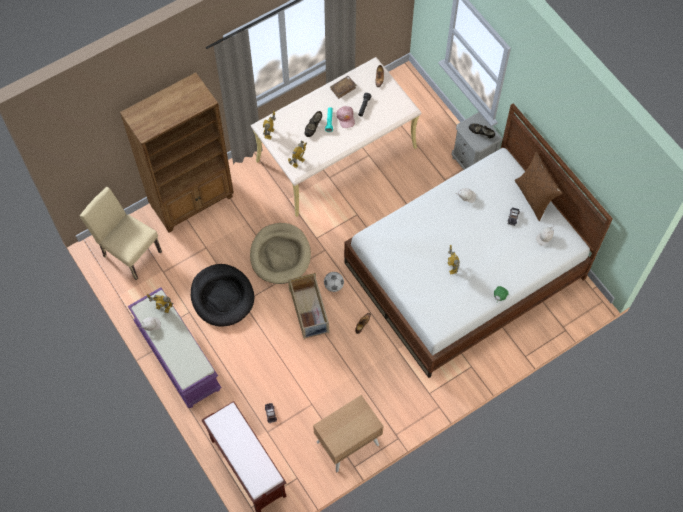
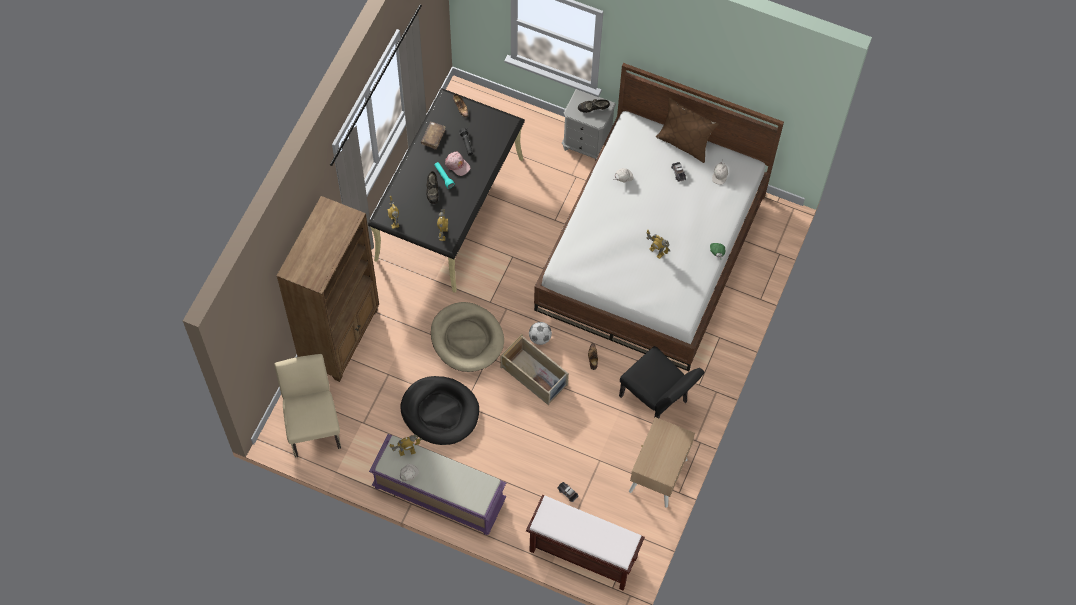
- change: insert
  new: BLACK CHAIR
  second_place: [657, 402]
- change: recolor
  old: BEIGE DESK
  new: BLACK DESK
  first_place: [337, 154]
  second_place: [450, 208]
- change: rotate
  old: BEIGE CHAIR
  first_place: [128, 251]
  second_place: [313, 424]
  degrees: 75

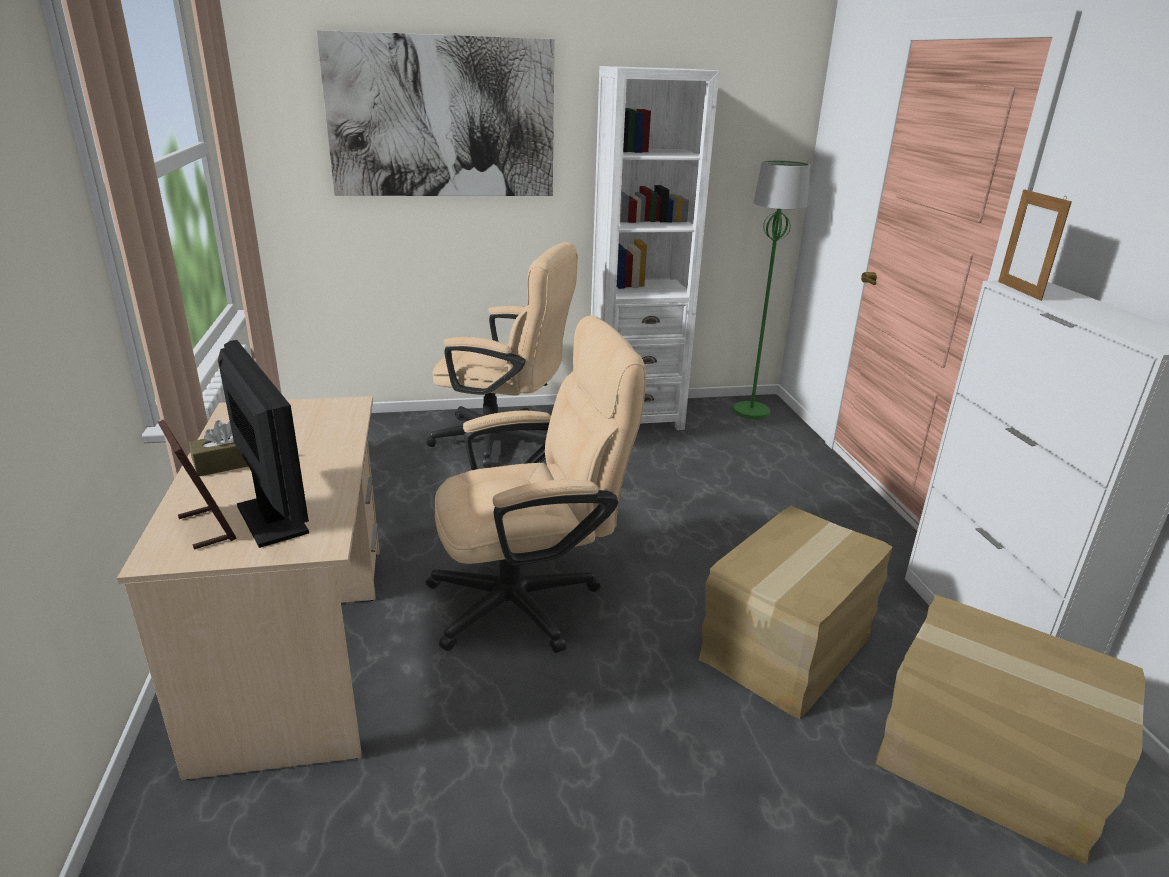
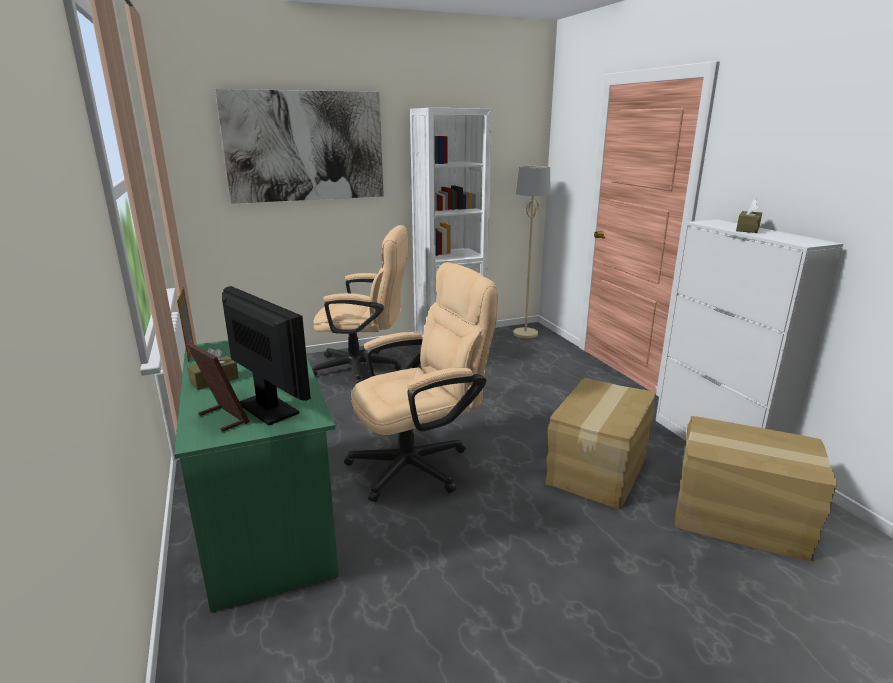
- change: insert
  new: BROWN TISSUE BOX
  second_place: [747, 229]
- change: move
  old: PICTURE FRAME
  first_place: [1019, 290]
  second_place: [191, 353]
- change: recolor
  old: BEIGE DESK
  new: GREEN DESK
  first_place: [300, 645]
  second_place: [266, 514]
- change: recolor
  old: GREEN FLOOR LAMP
  new: BEIGE FLOOR LAMP
  first_place: [751, 411]
  second_place: [525, 333]

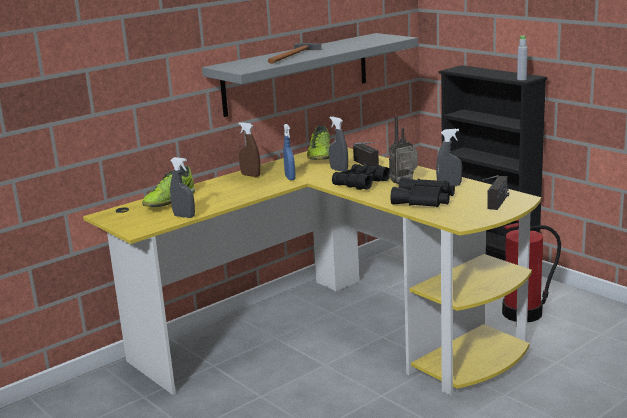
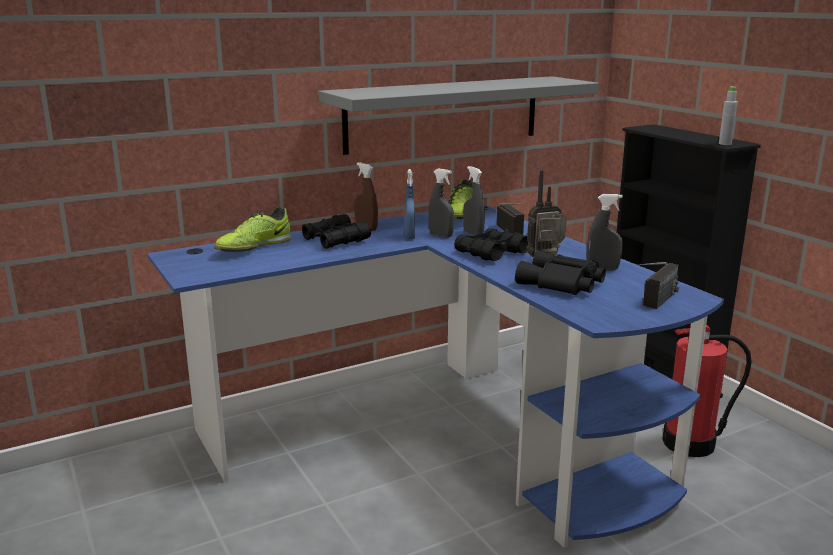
- change: delete
  old: HAMMER
  first_place: [293, 55]
- change: insert
  new: BLACK BINOCULARS
  second_place: [336, 240]
- change: move
  old: GREY SPRAY BOTTLE
  first_place: [184, 216]
  second_place: [441, 235]
- change: recolor
  old: YELLOW DESK
  new: BLUE DESK
  first_place: [331, 335]
  second_place: [441, 434]

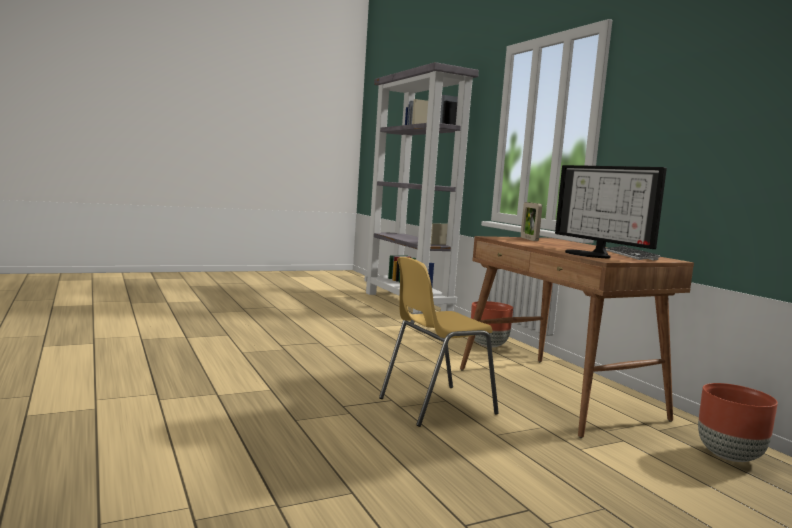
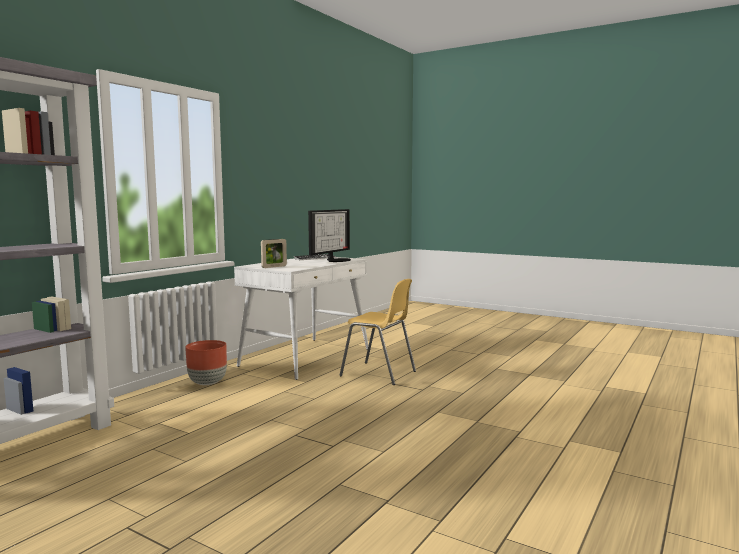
- change: delete
  old: BROWN PLANTER
  first_place: [728, 456]
- change: recolor
  old: BROWN DESK
  new: WHITE DESK
  first_place: [558, 393]
  second_place: [306, 357]

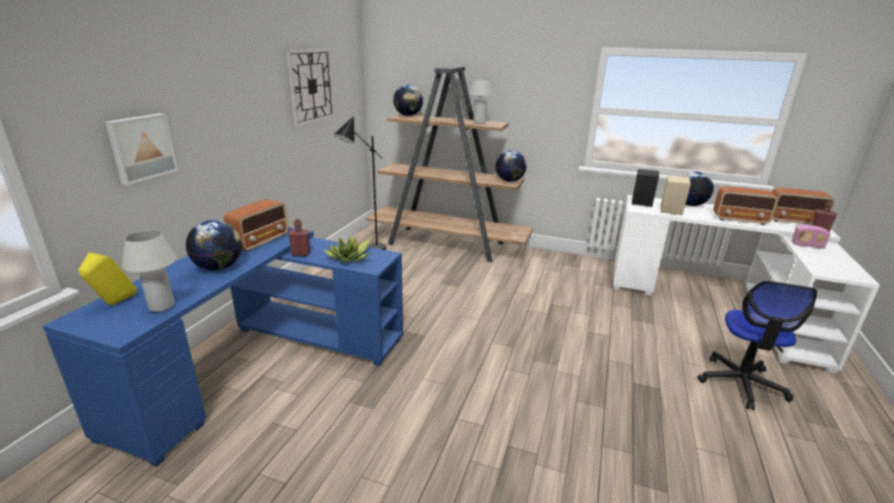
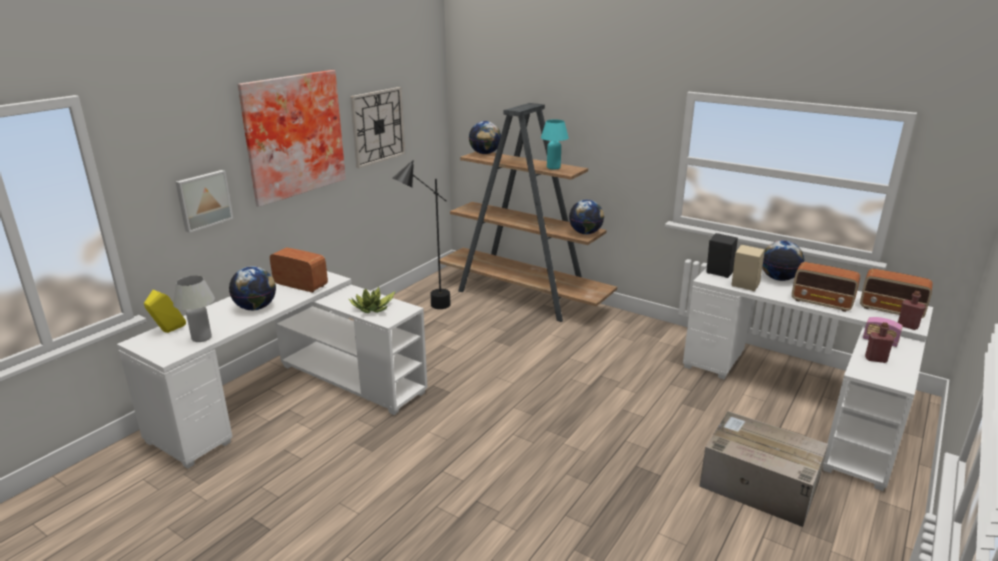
- change: insert
  new: PICTURE
  second_place: [292, 135]
- change: move
  old: RED BOTTLE
  first_place: [301, 254]
  second_place: [875, 359]
- change: replace
  old: OFFICE CHAIR
  new: CARDBOARD BOX
  first_place: [741, 383]
  second_place: [757, 484]
- change: recolor
  old: BLUE DESK
  new: WHITE DESK
  first_place: [262, 362]
  second_place: [292, 397]
- change: recolor
  old: WHITE TABLE LAMP
  new: TURQUOISE TABLE LAMP
  first_place: [479, 123]
  second_place: [553, 167]
- change: rotate
  old: RADIO
  first_place: [260, 241]
  second_place: [300, 285]
  degrees: -105

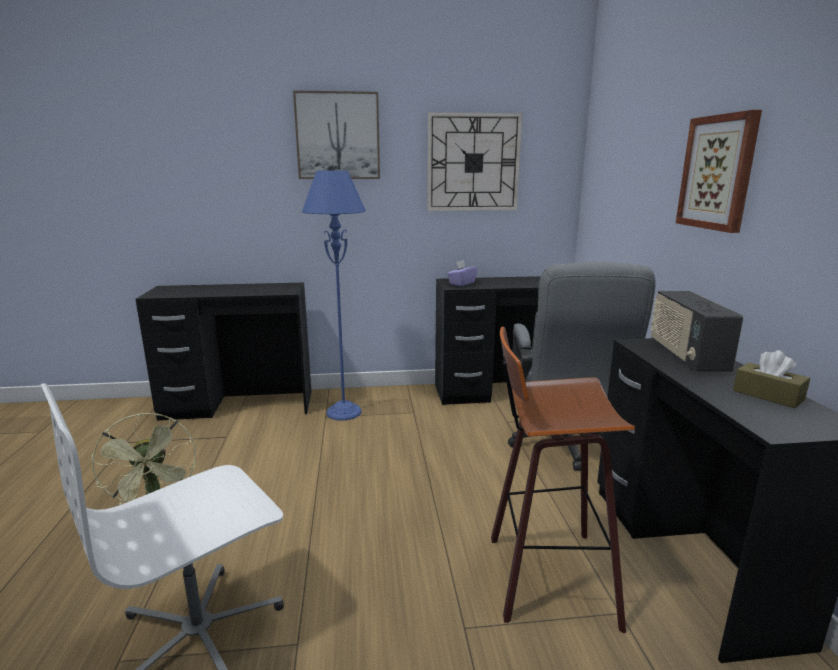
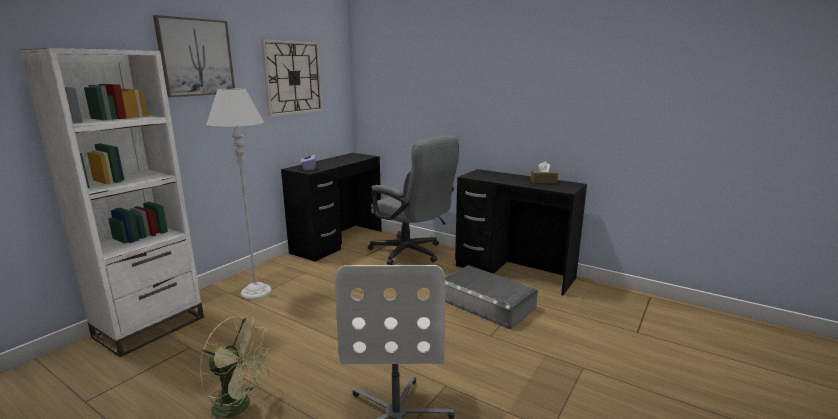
- change: delete
  old: RADIO
  first_place: [686, 357]
- change: delete
  old: PICTURE
  first_place: [718, 172]
- change: replace
  old: BLACK DESK
  new: WHITE BOOKCASE
  first_place: [239, 405]
  second_place: [150, 327]
- change: replace
  old: STOOL
  new: GREY STORAGE BOX
  first_place: [545, 577]
  second_place: [486, 304]
- change: recolor
  old: BLUE FLOOR LAMP
  new: GREY FLOOR LAMP
  first_place: [344, 412]
  second_place: [256, 292]

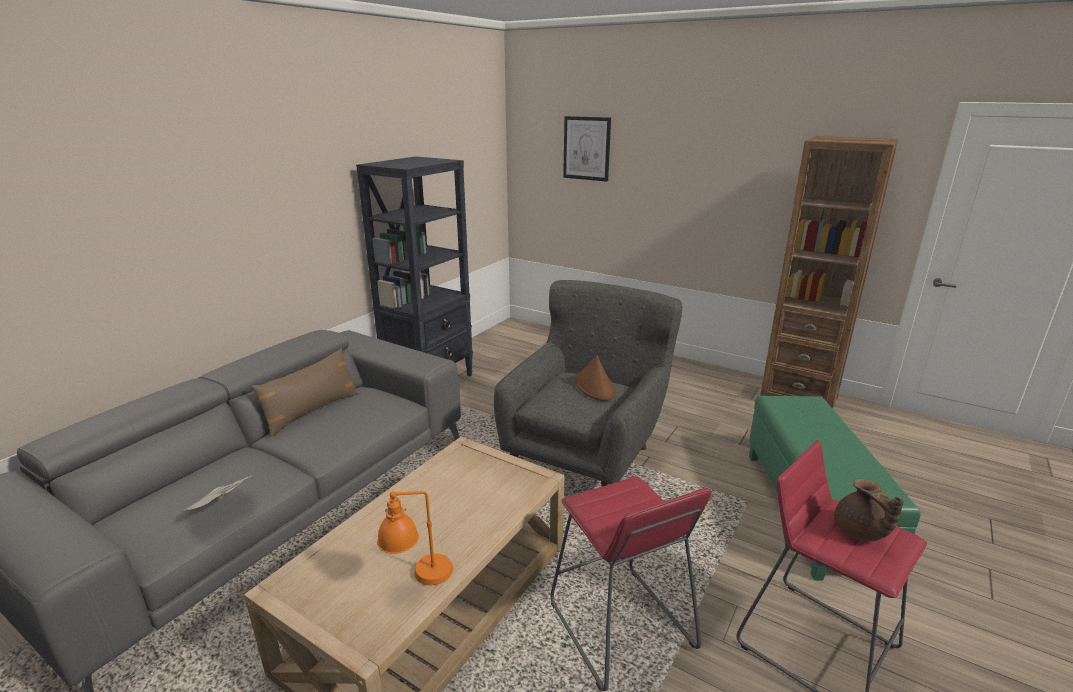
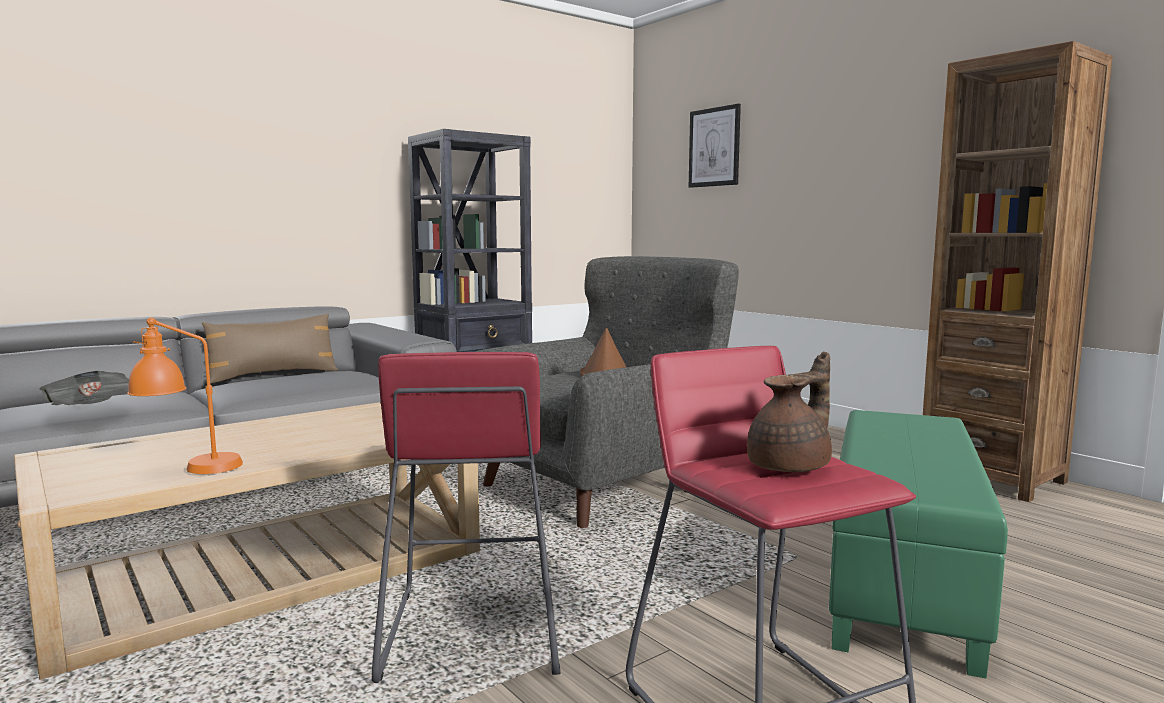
- change: rotate
  old: BROWN TEAPOT
  first_place: [859, 532]
  second_place: [791, 466]
  degrees: -135

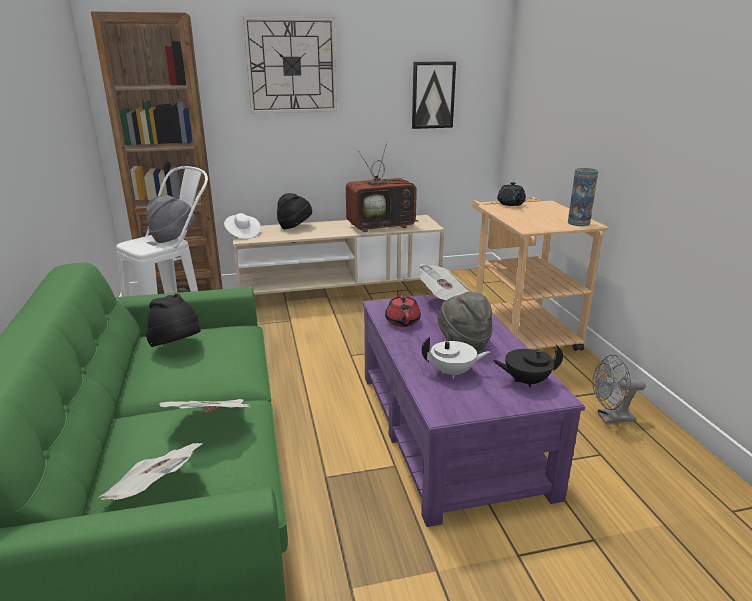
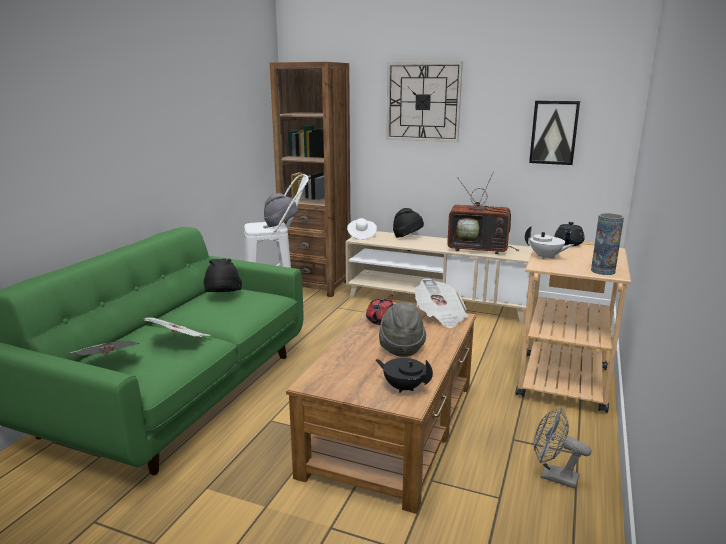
- change: move
  old: WHITE TEAPOT
  first_place: [453, 372]
  second_place: [546, 257]
- change: recolor
  old: PURPLE COFFEE TABLE
  new: BROWN COFFEE TABLE
  first_place: [450, 429]
  second_place: [394, 426]

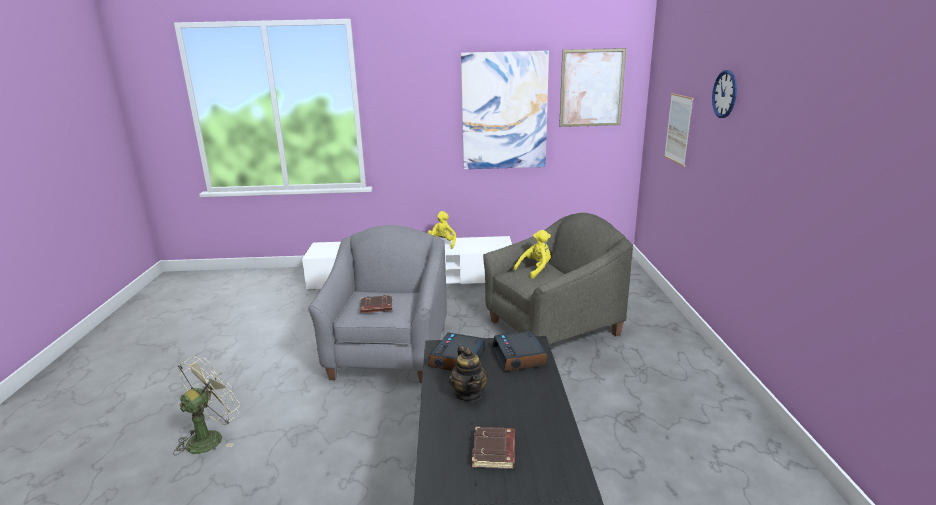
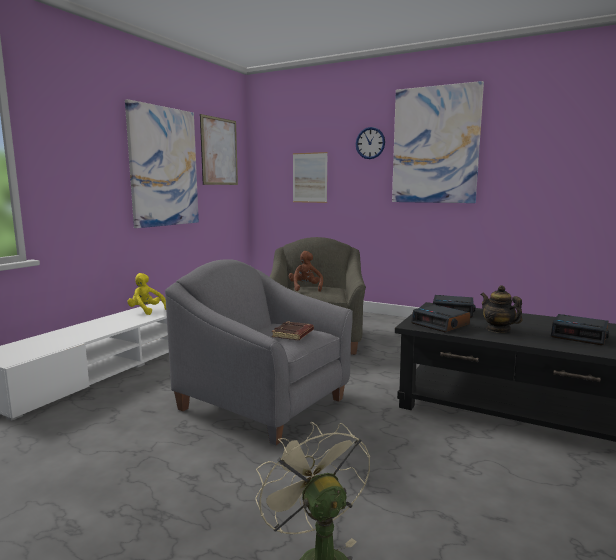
- change: insert
  new: PICTURE
  second_place: [435, 145]
- change: replace
  old: BROWN BOOK
  new: ALARM CLOCK
  first_place: [494, 452]
  second_place: [579, 335]
- change: recolor
  old: YELLOW PLUSH TOY
  new: BROWN PLUSH TOY
  first_place: [535, 270]
  second_place: [305, 288]
- change: rotate
  old: TEAPOT
  first_place: [469, 394]
  second_place: [498, 329]
  degrees: -135

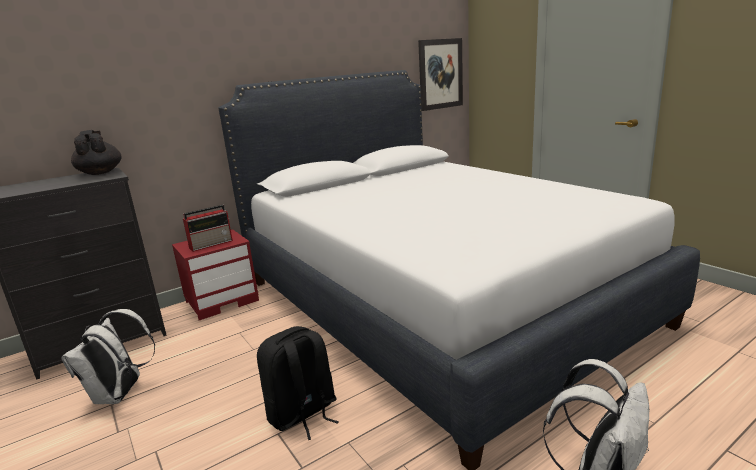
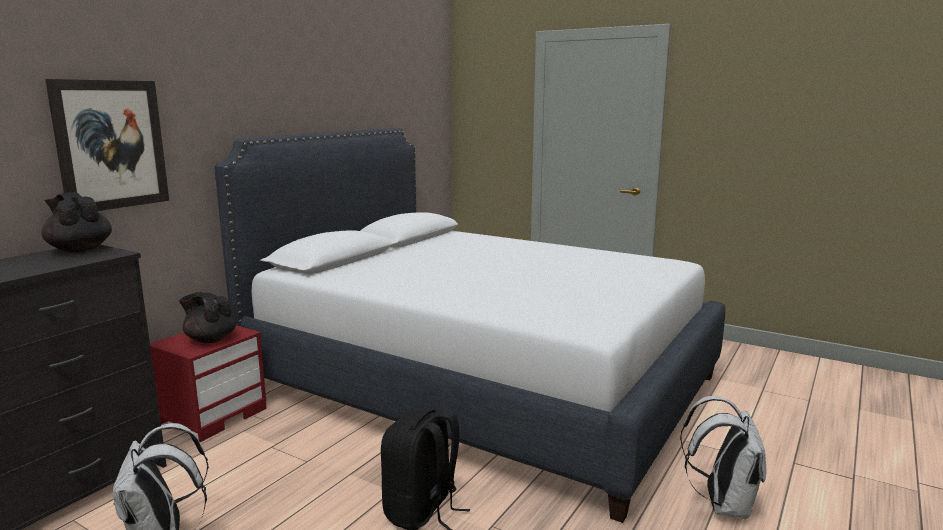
- change: move
  old: PICTURE
  first_place: [440, 74]
  second_place: [111, 145]
- change: replace
  old: RADIO
  new: BLACK TEAPOT
  first_place: [212, 244]
  second_place: [210, 339]

